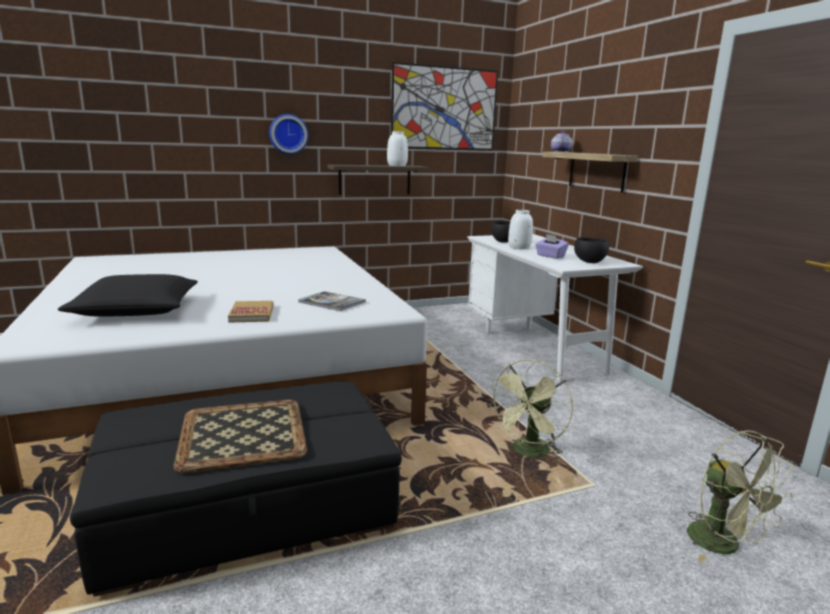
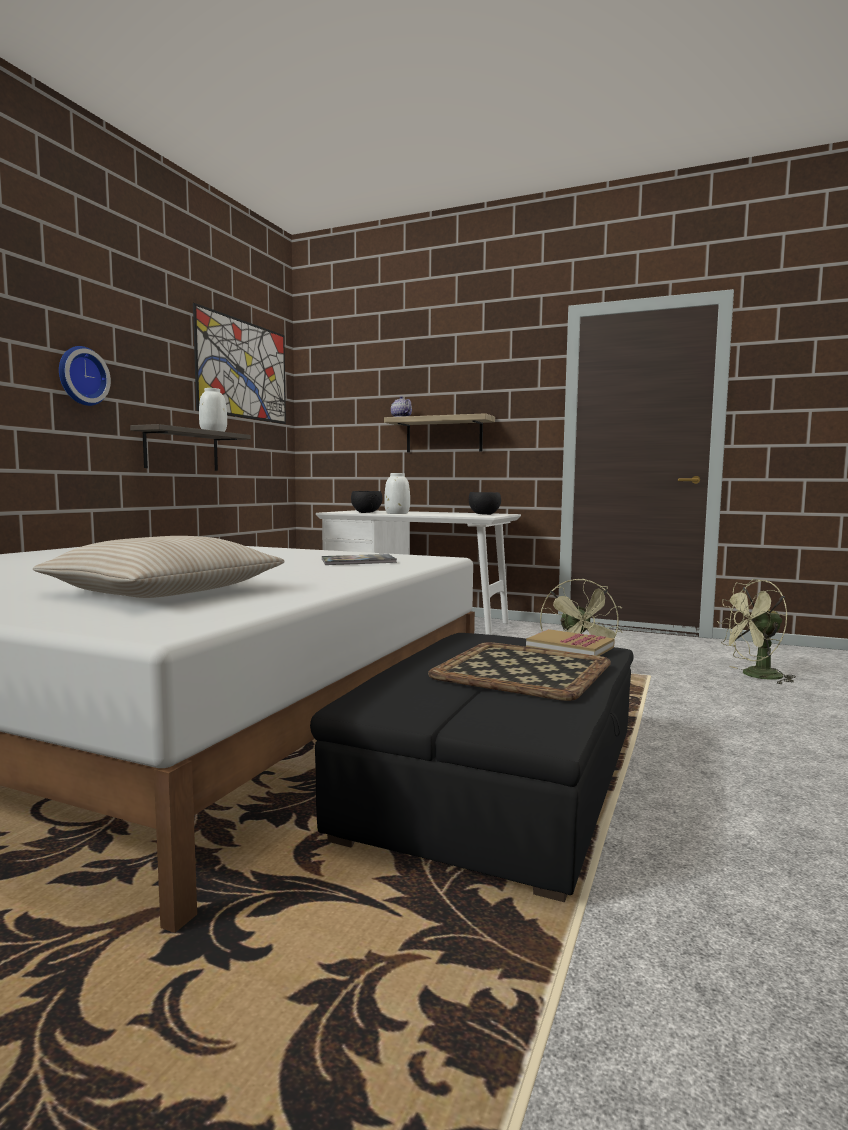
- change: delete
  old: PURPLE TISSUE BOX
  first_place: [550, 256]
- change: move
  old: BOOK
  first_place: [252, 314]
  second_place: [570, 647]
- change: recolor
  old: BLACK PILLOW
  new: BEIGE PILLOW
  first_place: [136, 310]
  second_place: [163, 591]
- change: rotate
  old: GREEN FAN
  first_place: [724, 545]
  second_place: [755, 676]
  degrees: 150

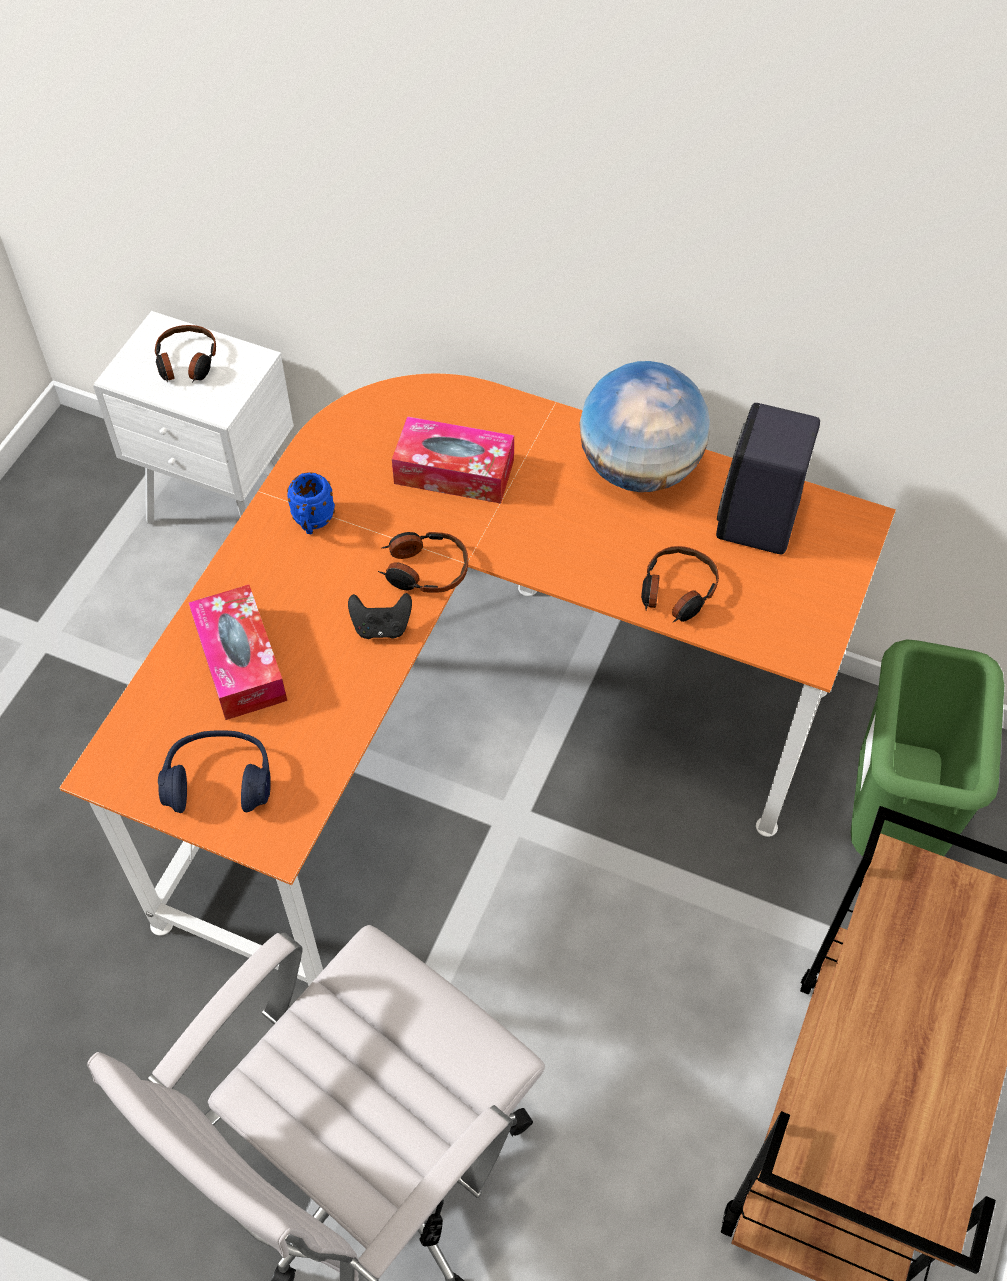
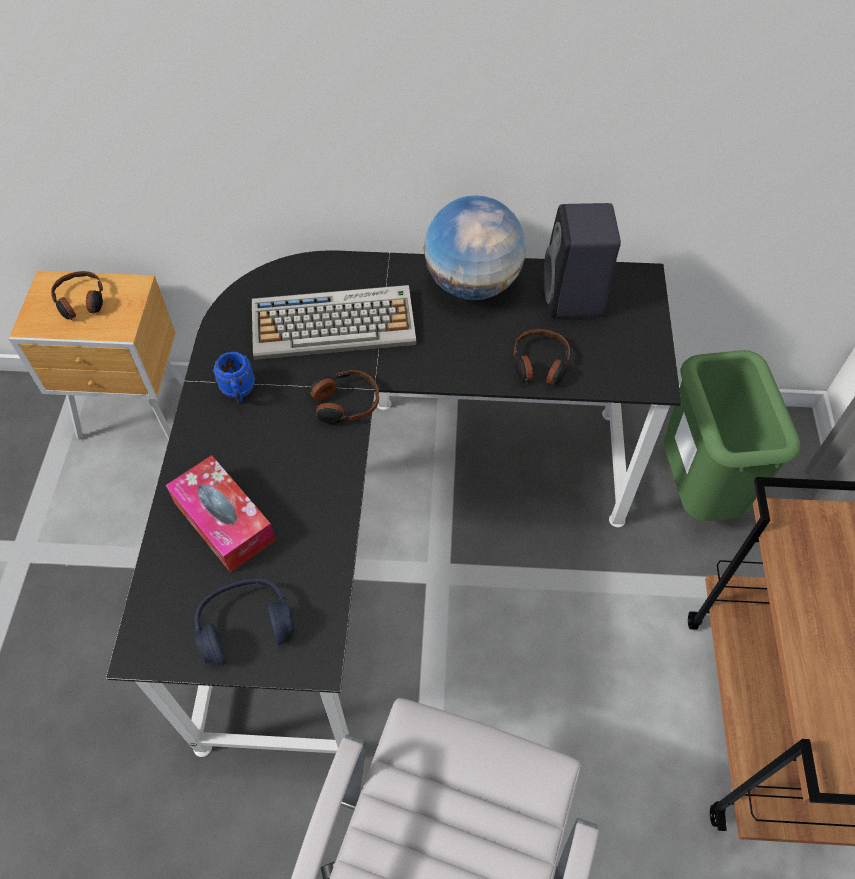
- change: delete
  old: BLACK GAME CONTROLLER
  first_place: [381, 627]
- change: replace
  old: TISSUE BOX
  new: KEYBOARD
  first_place: [454, 472]
  second_place: [335, 323]
- change: recolor
  old: ORANGE DESK
  new: BLACK DESK
  first_place: [474, 736]
  second_place: [388, 521]
- change: recolor
  old: WHITE NIGHTSTAND
  new: BROWN NIGHTSTAND
  first_place: [225, 512]
  second_place: [136, 414]

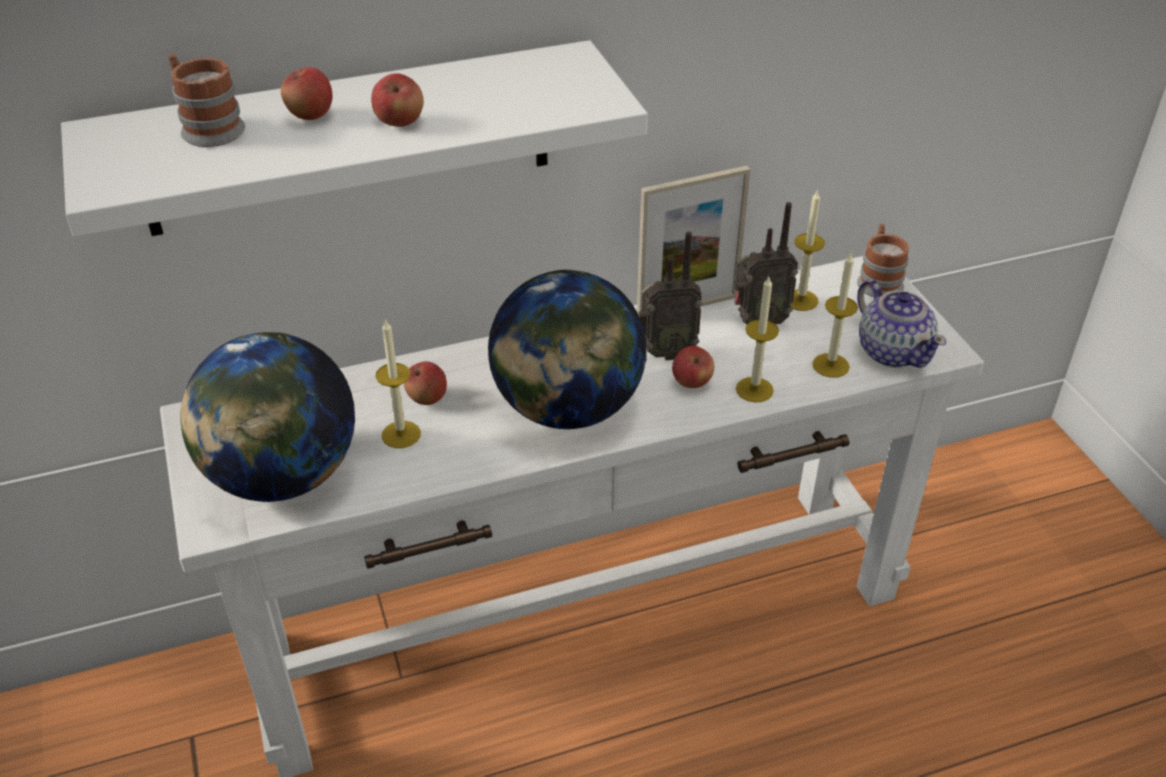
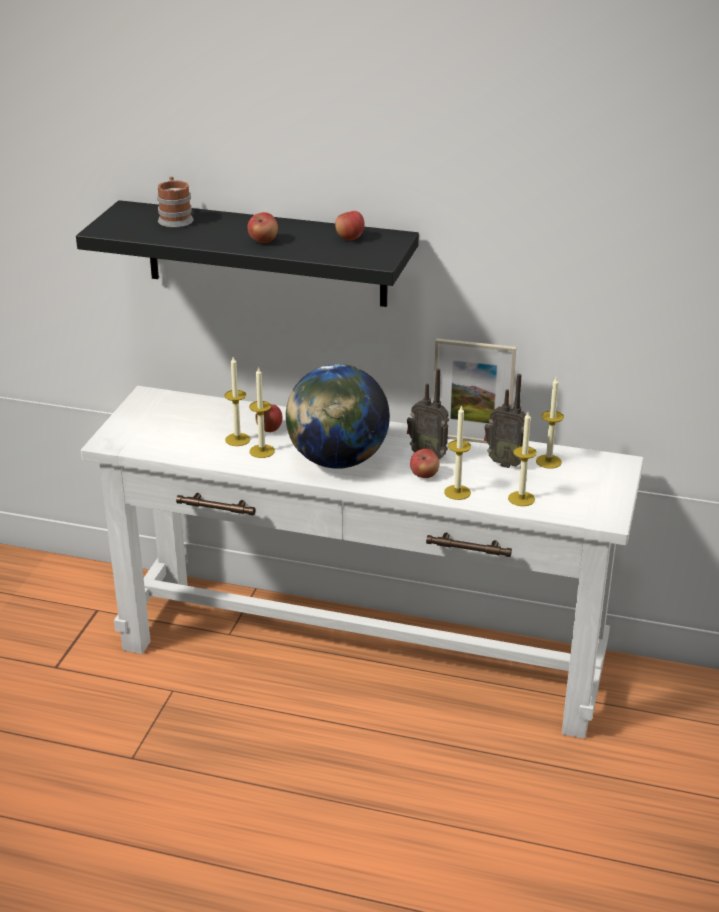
- change: delete
  old: GLOBE
  first_place: [282, 477]
- change: delete
  old: MUG
  first_place: [878, 280]
- change: delete
  old: TEAPOT
  first_place: [893, 351]
- change: insert
  new: CANDLE
  second_place: [262, 451]
- change: move
  old: APPLE
  first_place: [310, 115]
  second_place: [350, 238]
- change: recolor
  old: WHITE SHELF
  new: BLACK SHELF
  first_place: [348, 139]
  second_place: [266, 254]

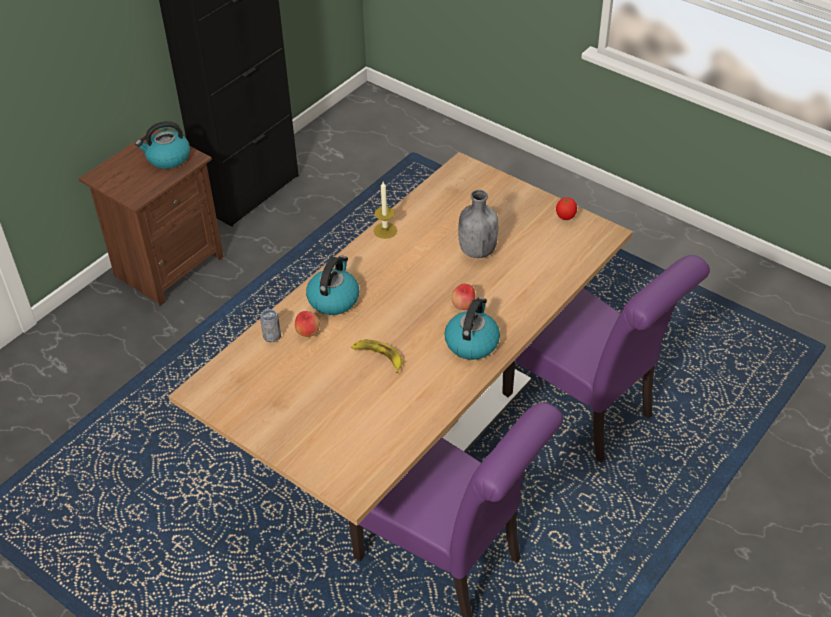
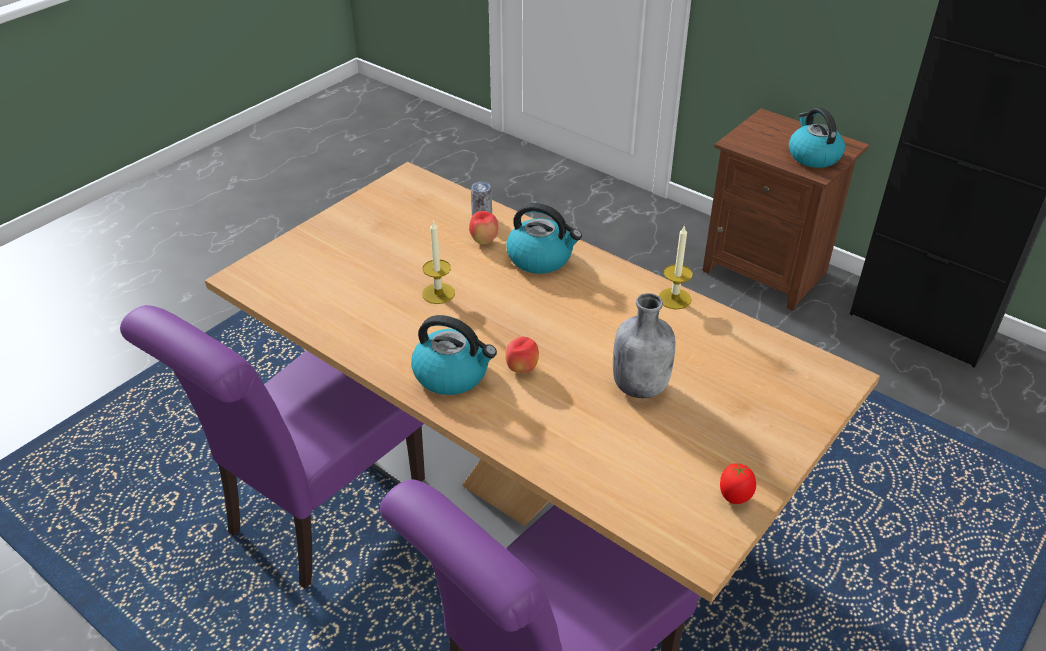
- change: replace
  old: BANANA
  new: CANDLE
  first_place: [378, 357]
  second_place: [438, 293]

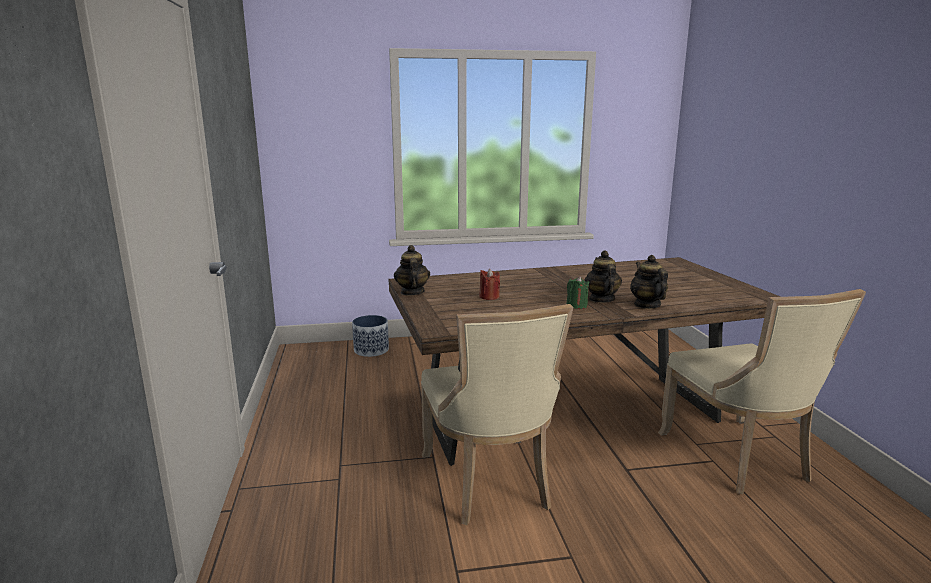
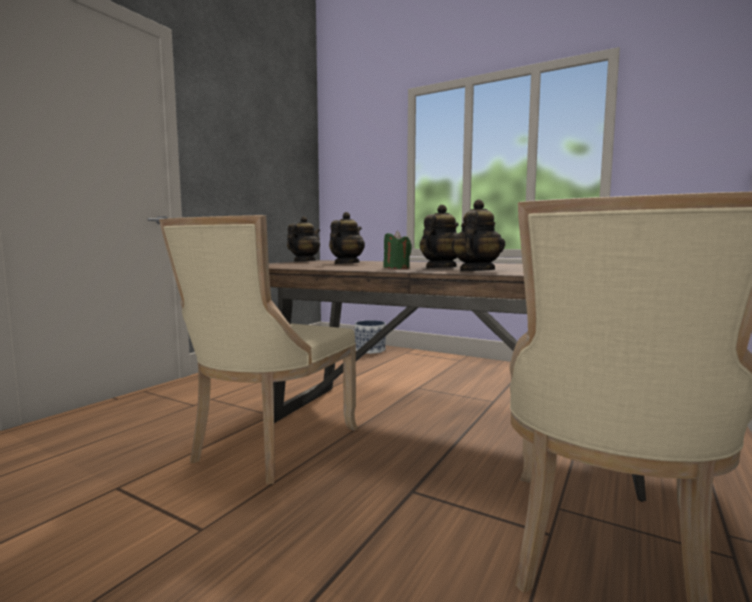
- change: replace
  old: RED CANDLE
  new: TEAPOT
  first_place: [489, 297]
  second_place: [346, 264]

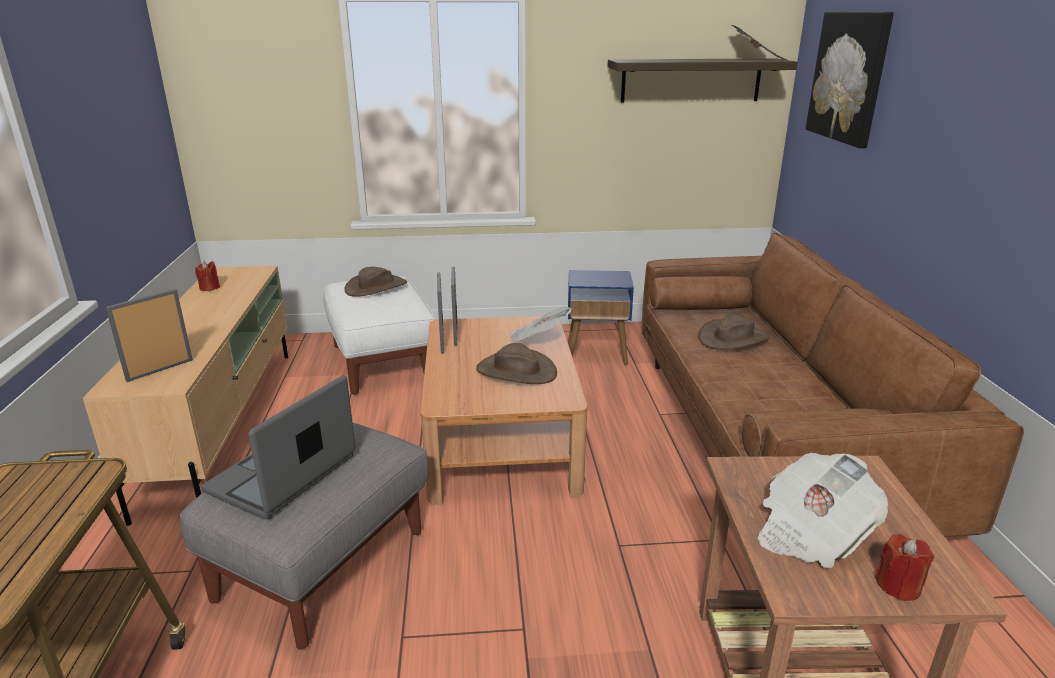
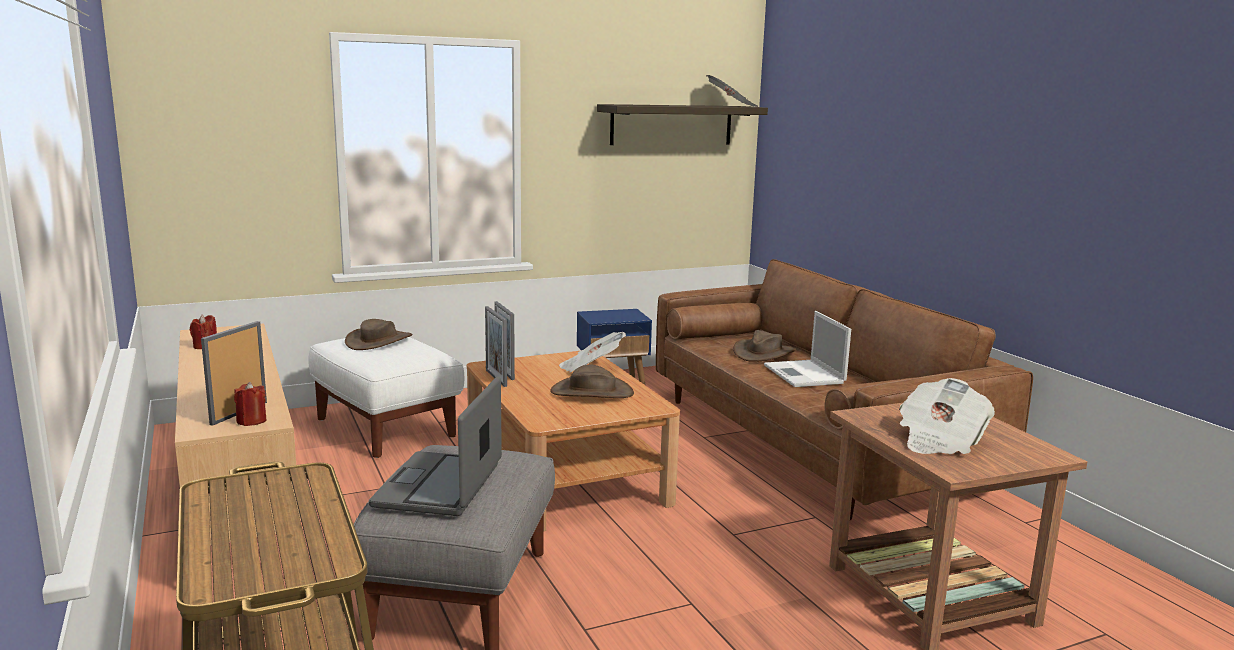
- change: delete
  old: PICTURE
  first_place: [849, 77]
- change: insert
  new: LAPTOP
  second_place: [805, 375]
- change: move
  old: RED CANDLE
  first_place: [898, 586]
  second_place: [251, 421]

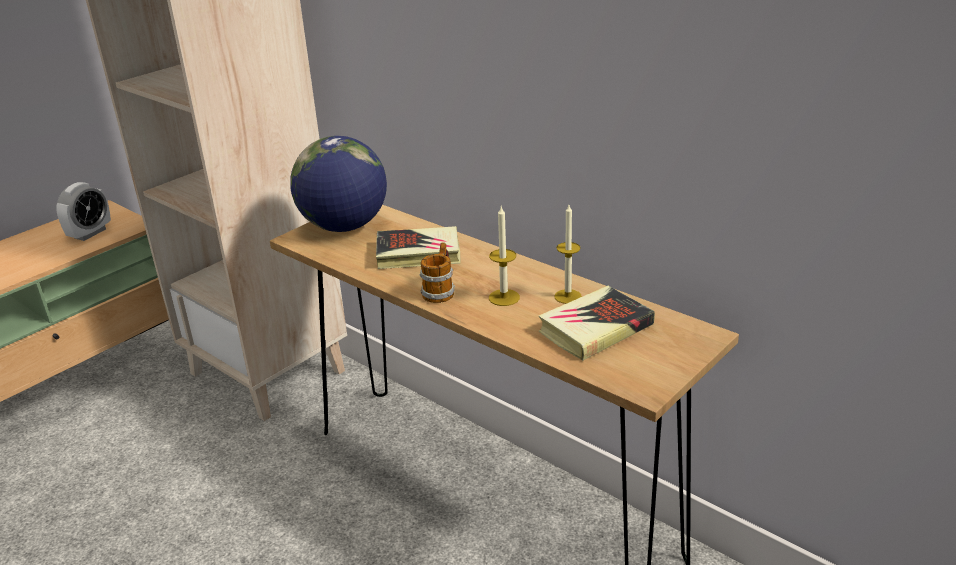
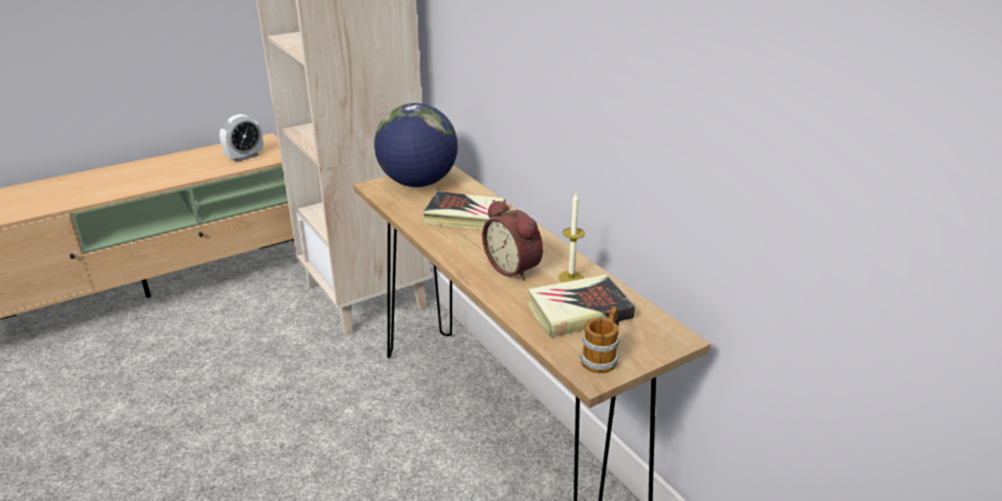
- change: move
  old: MUG
  first_place: [440, 291]
  second_place: [602, 358]
- change: replace
  old: CANDLE
  new: ALARM CLOCK
  first_place: [504, 297]
  second_place: [514, 268]

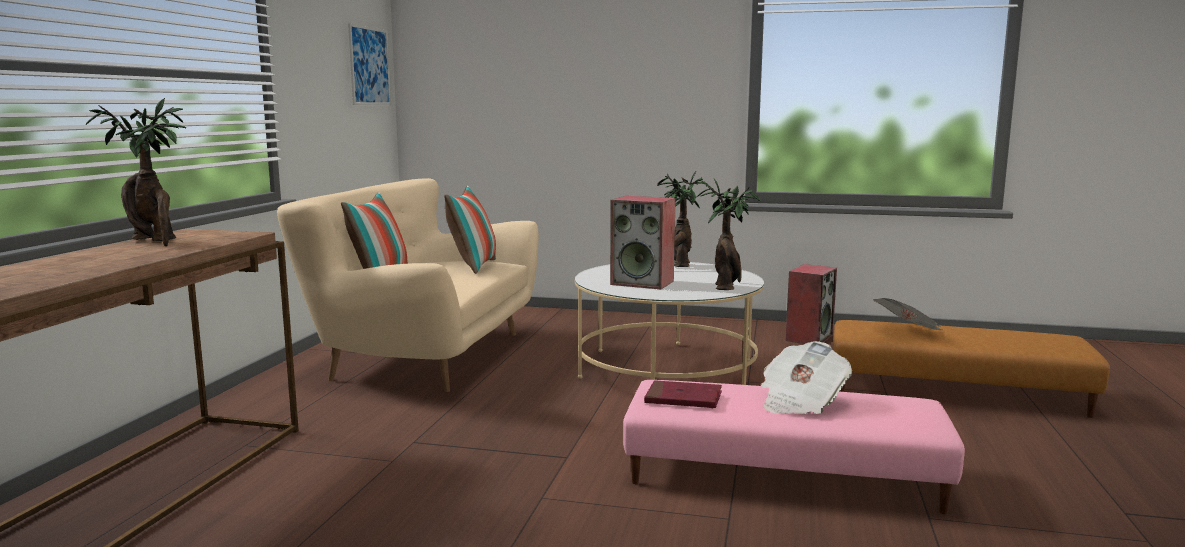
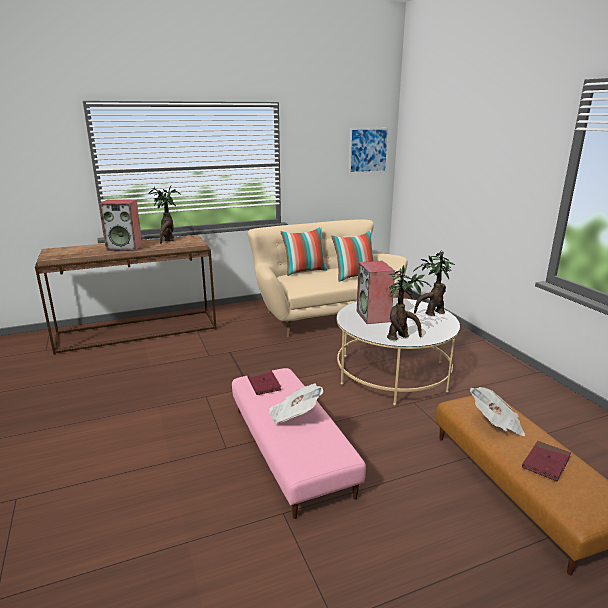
- change: insert
  new: RED BOOK
  second_place: [546, 462]
- change: move
  old: SPEAKER
  first_place: [808, 338]
  second_place: [125, 247]

